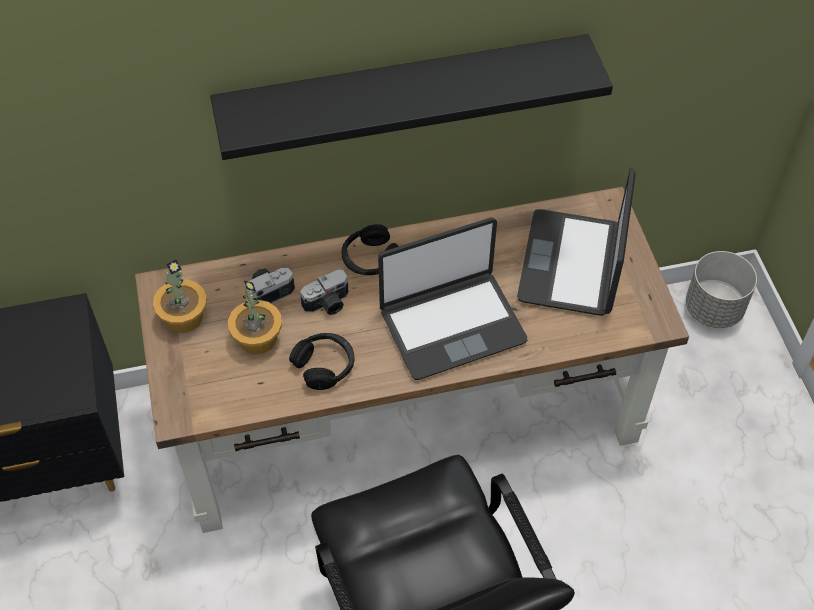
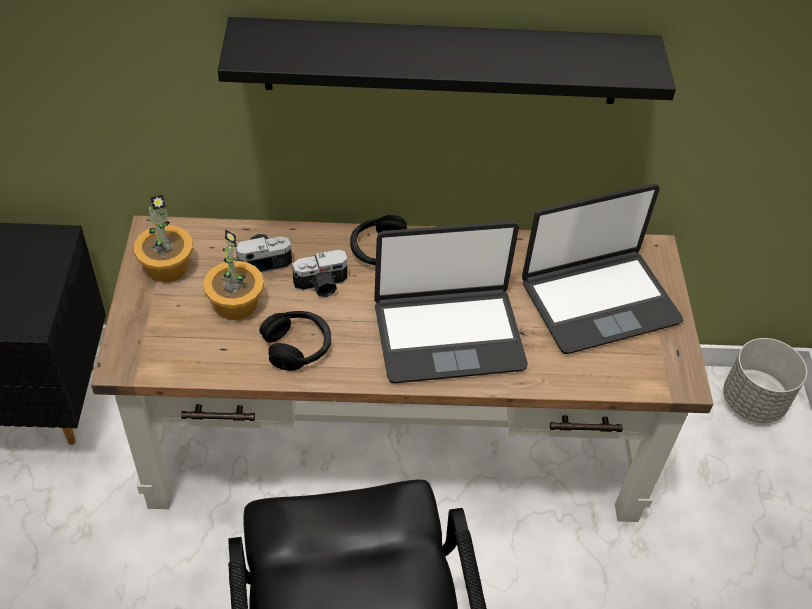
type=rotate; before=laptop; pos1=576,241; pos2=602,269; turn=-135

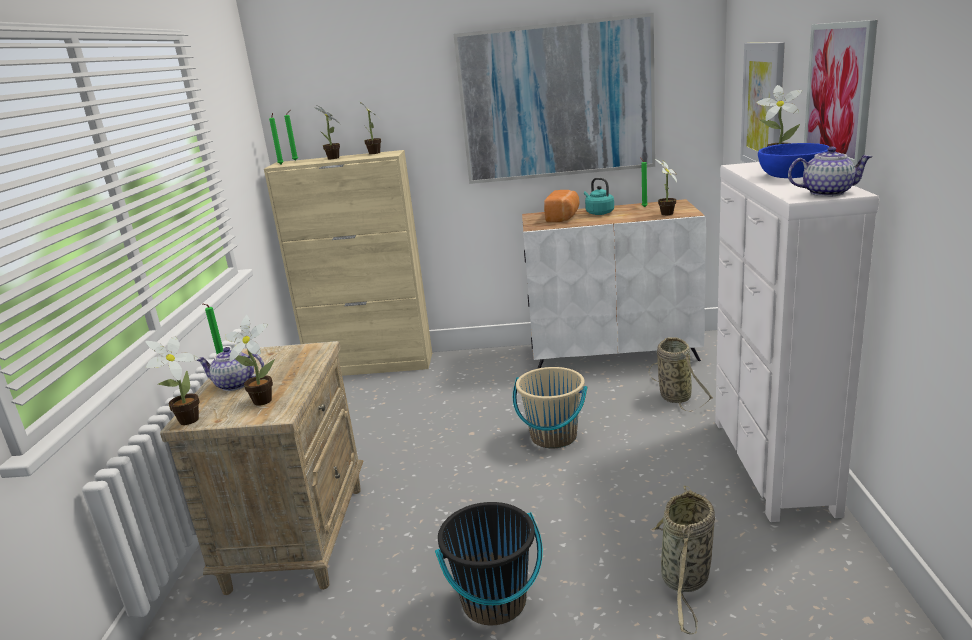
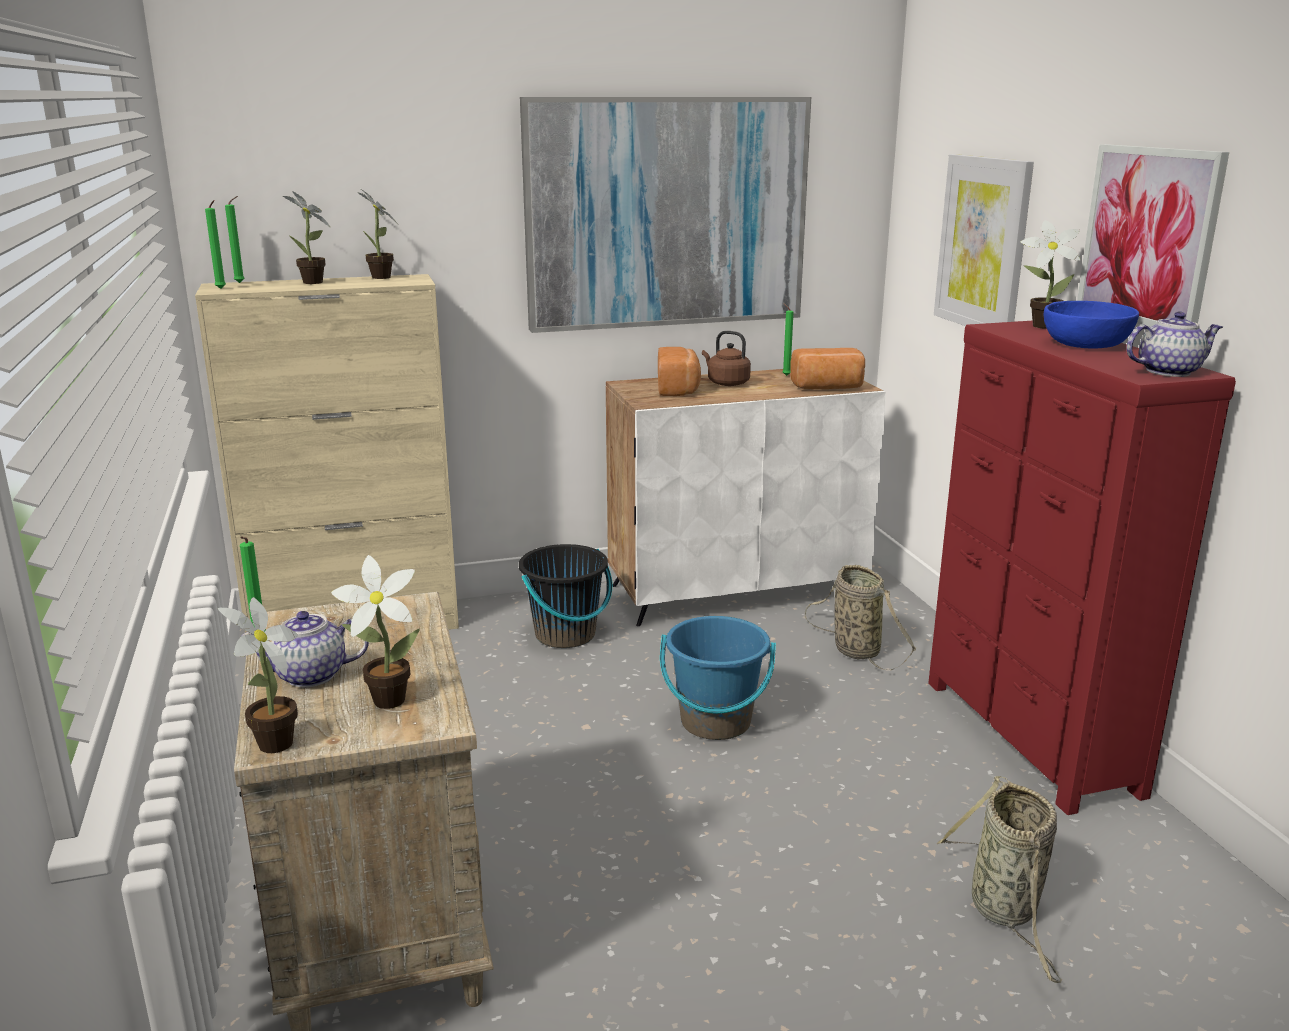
type=move; before=bucket (black); pos1=489,563; pos2=565,596
type=replace; before=potted plant; after=bread; pos1=666,187; pos2=827,368
type=recolor; before=bucket (beige); after=bucket (blue); pos1=550,407; pos2=718,678
type=recolor; before=kettle (turquoise); after=kettle (brown); pos1=599,196; pos2=726,358
type=recolor; before=dresser (white); after=dresser (red); pos1=797,342; pos2=1082,568

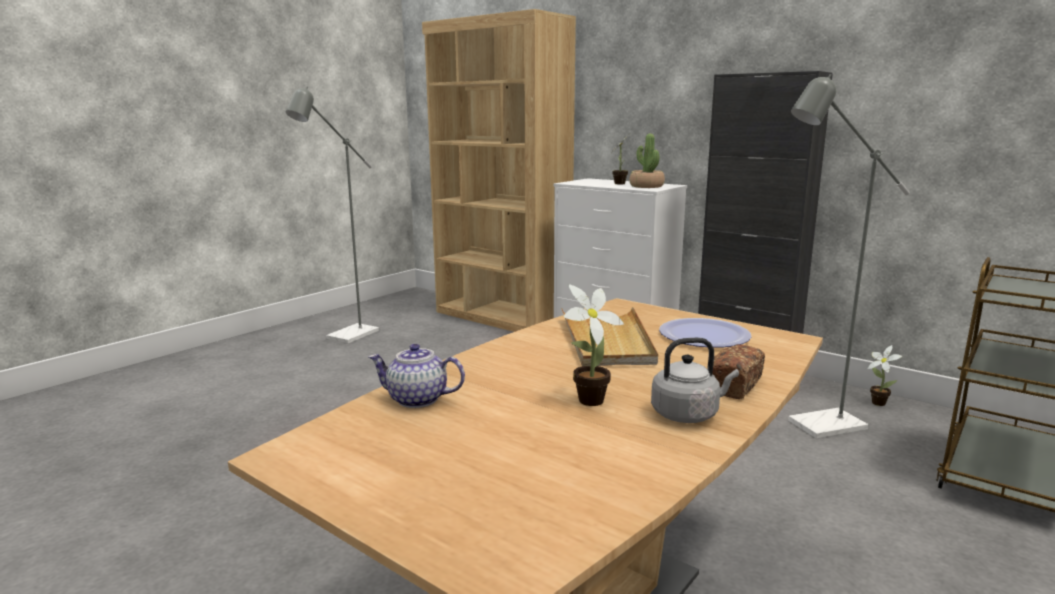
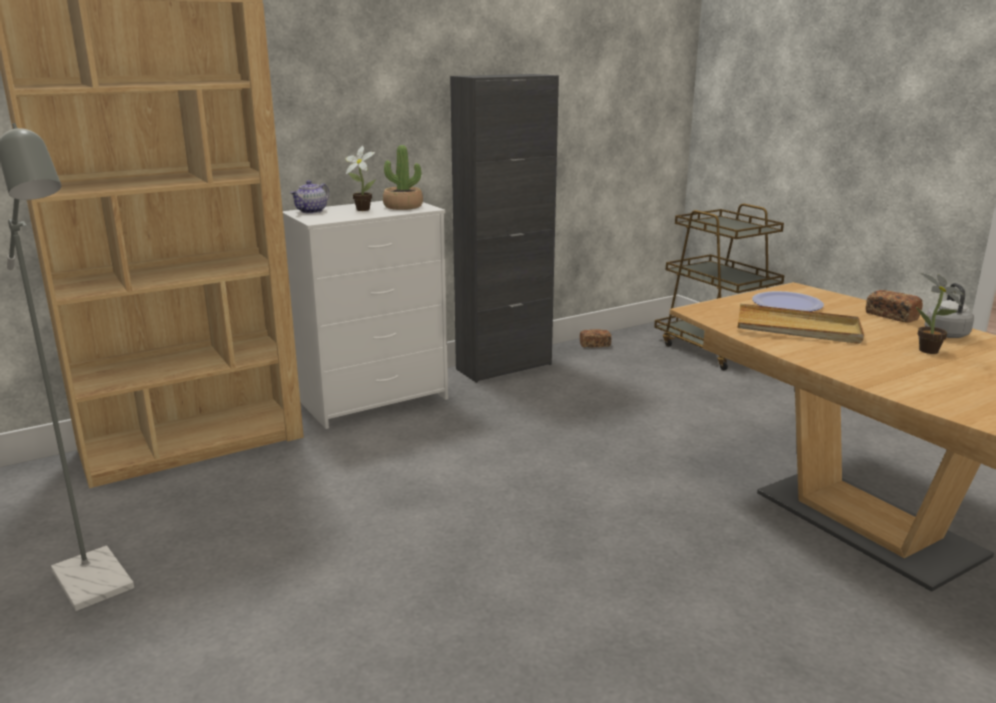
type=delete; before=floor lamp (grey); pos1=849,256
type=move; before=teapot; pos1=416,376; pos2=309,197
type=replace; before=potted plant; after=bread; pos1=884,375; pos2=595,338

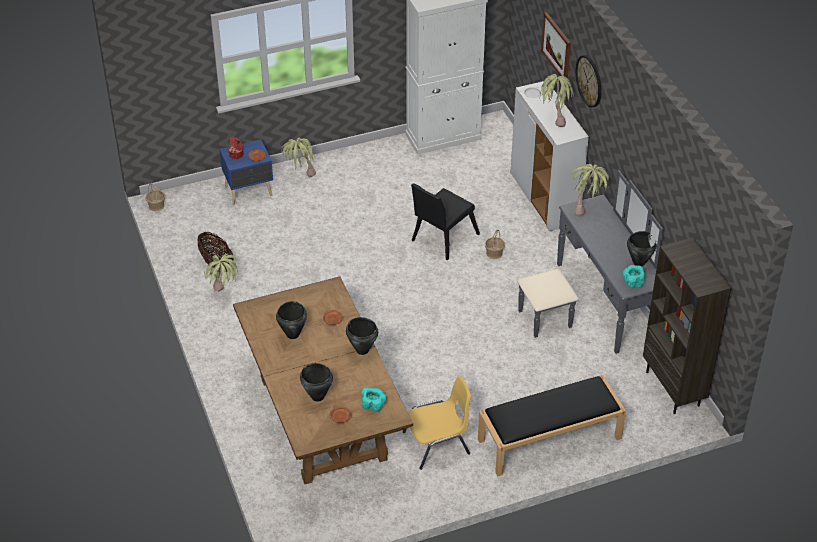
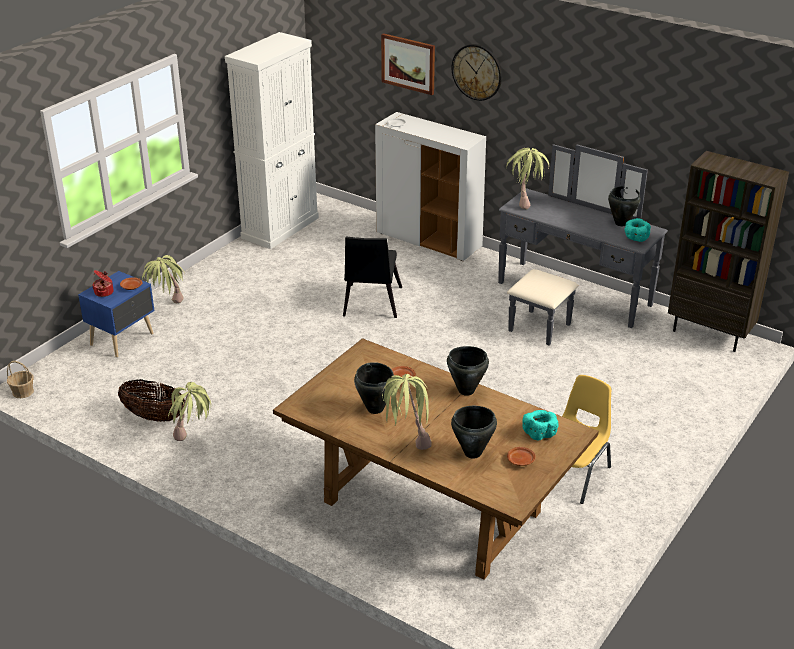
type=delete; before=bench (black); pos1=552,425
type=delete; before=basket; pos1=495,244
type=move; before=potted plant; pos1=557,100; pos2=407,412

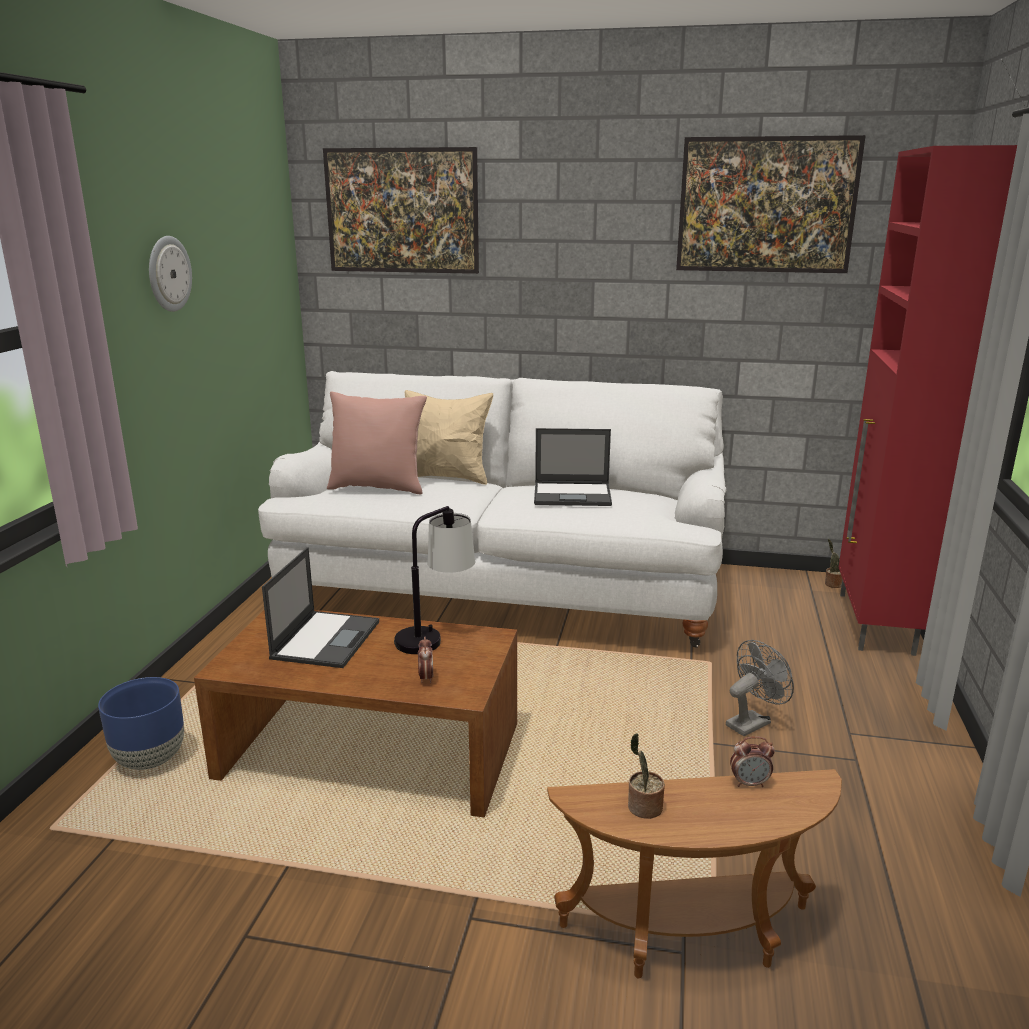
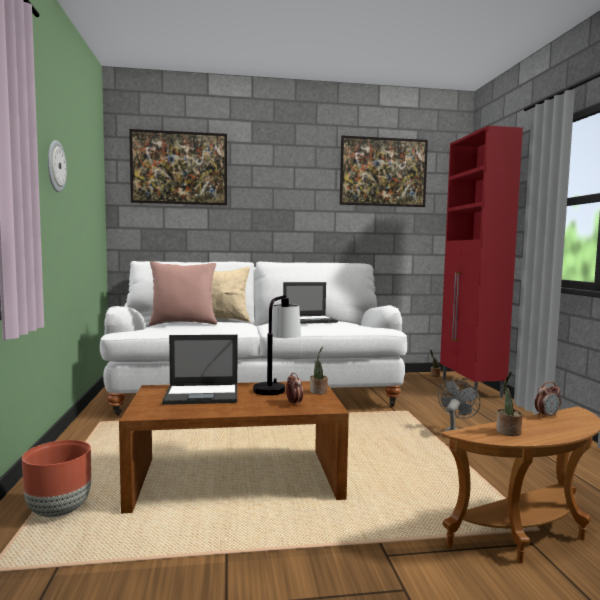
type=insert; after=potted plant; pos2=319,370
type=recolor; before=planter (blue); after=planter (brown); pos1=141,723; pos2=56,478
type=rotate; before=laptop; pos1=320,607; pos2=199,370; turn=90

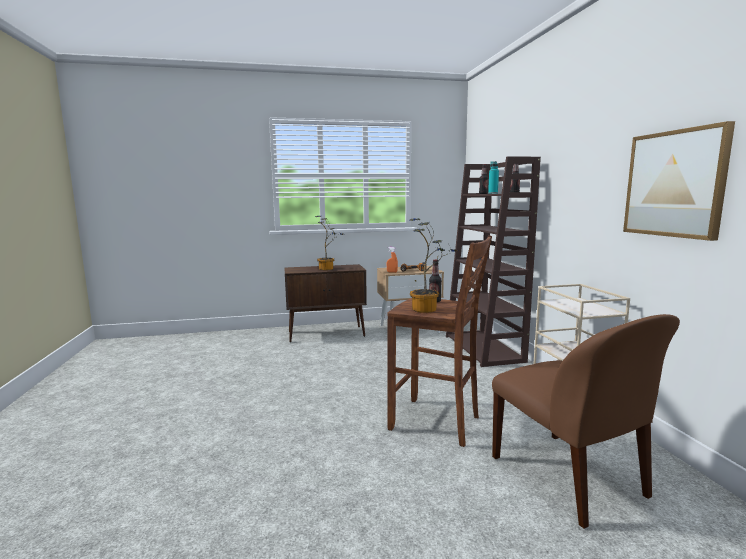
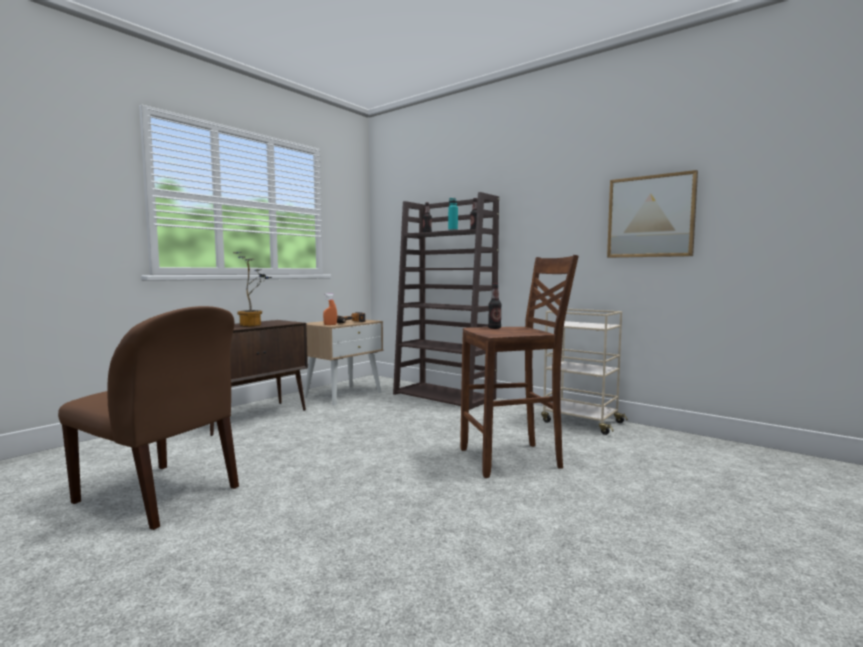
type=delete; before=potted plant; pos1=434,265
type=move; before=chair (brown); pos1=586,421; pos2=148,418

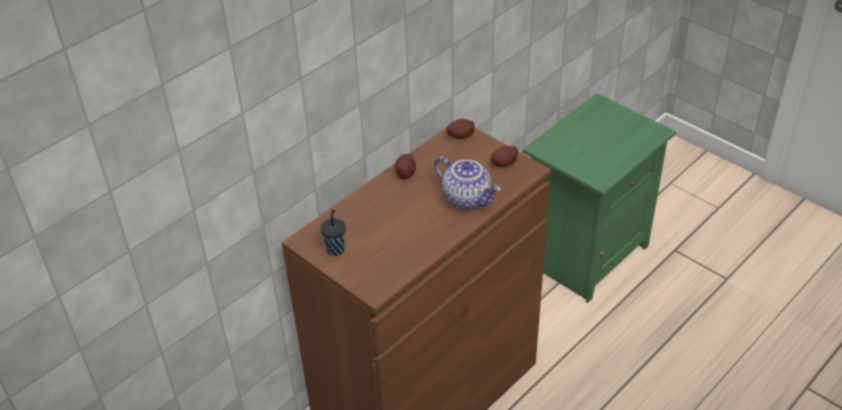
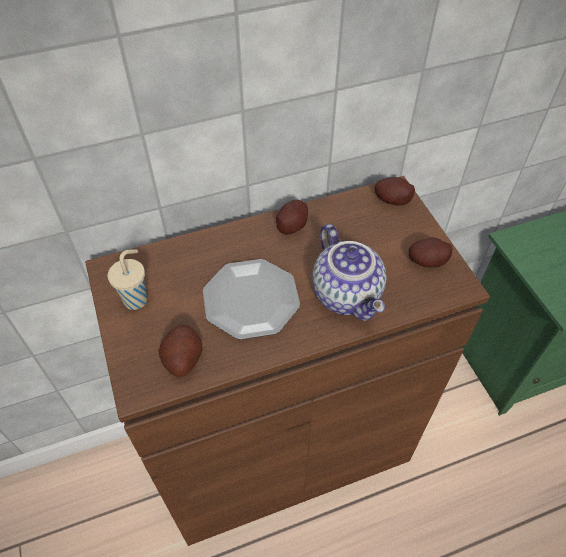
type=insert; after=potato; pos2=180,351
type=insert; after=plate; pos2=251,299
type=recolor; before=cup (black); after=cup (beige); pos1=333,233; pos2=127,279

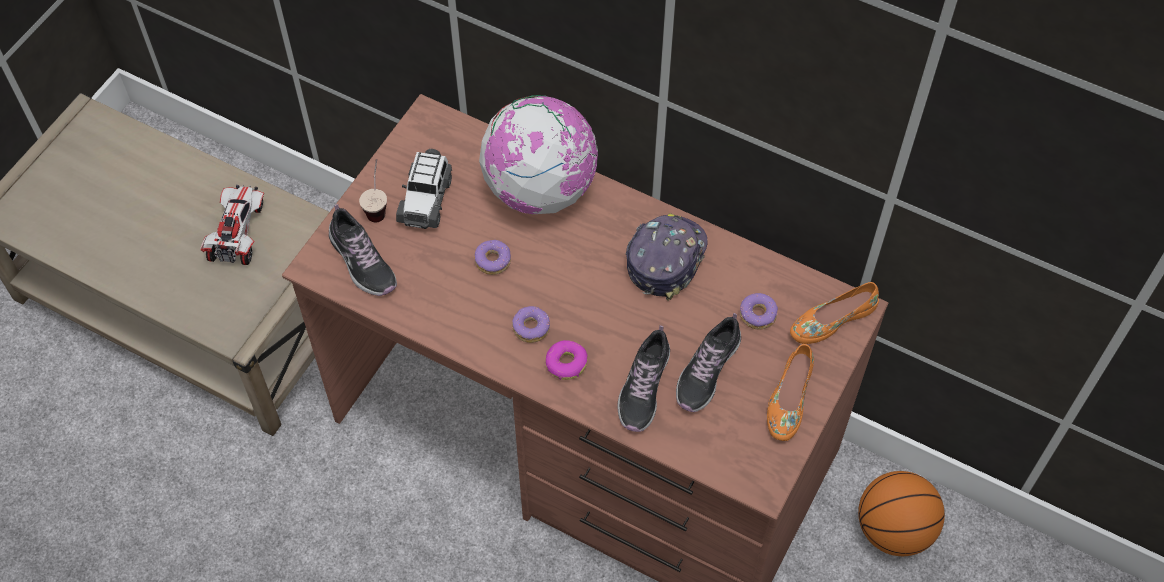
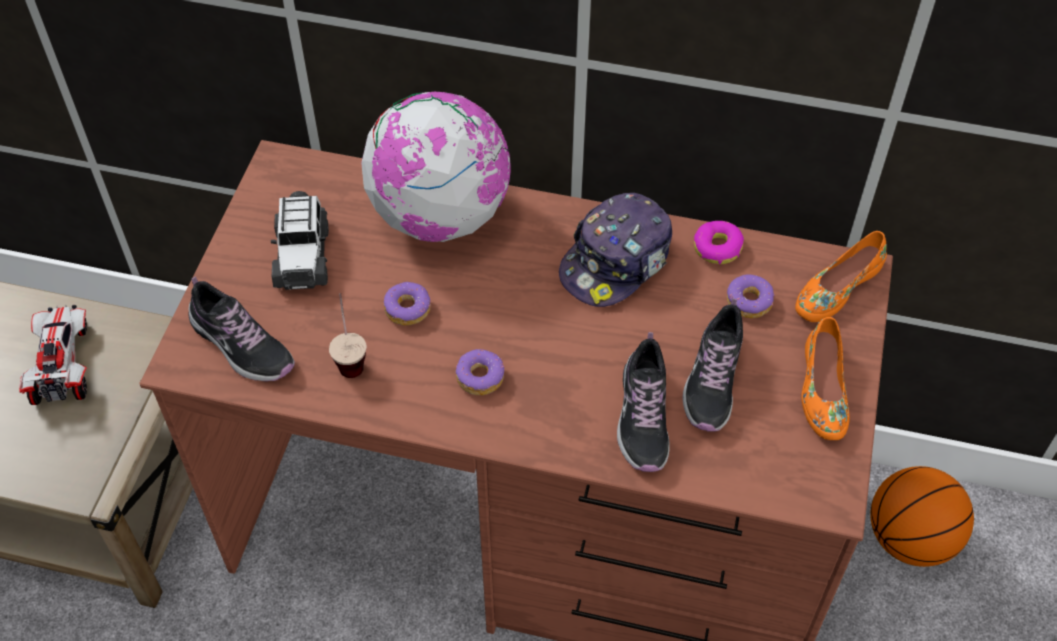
type=move; before=cup; pos1=373,190; pos2=347,335
type=move; before=donut; pos1=566,360; pos2=719,242
type=rotate; before=cap; pos1=667,257; pos2=615,250; turn=-150

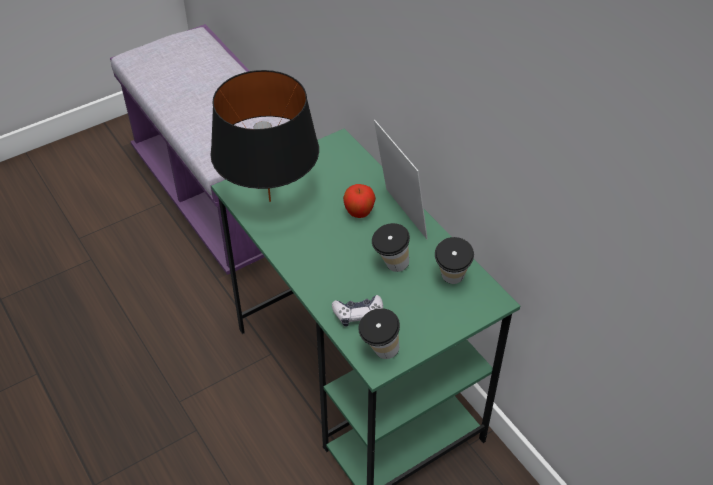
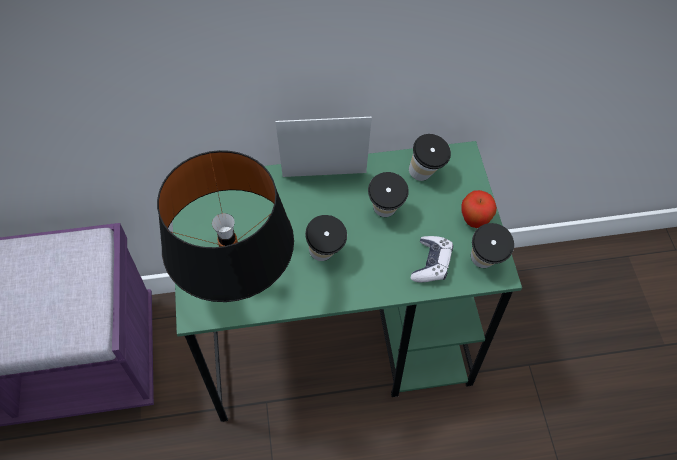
type=insert; after=cup; pos2=326,238
type=move; before=apple; pos1=359,201; pos2=479,209

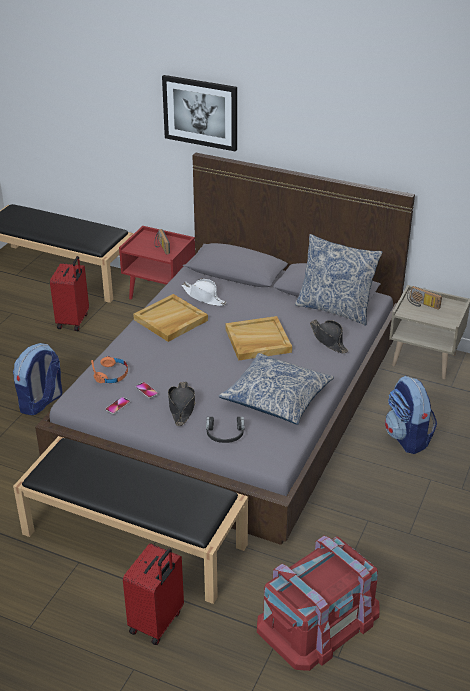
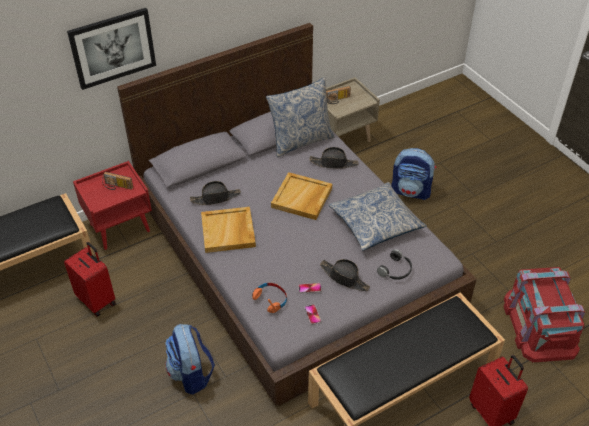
type=recolor; before=hat (white); after=hat (black); pos1=204,292; pos2=215,193

